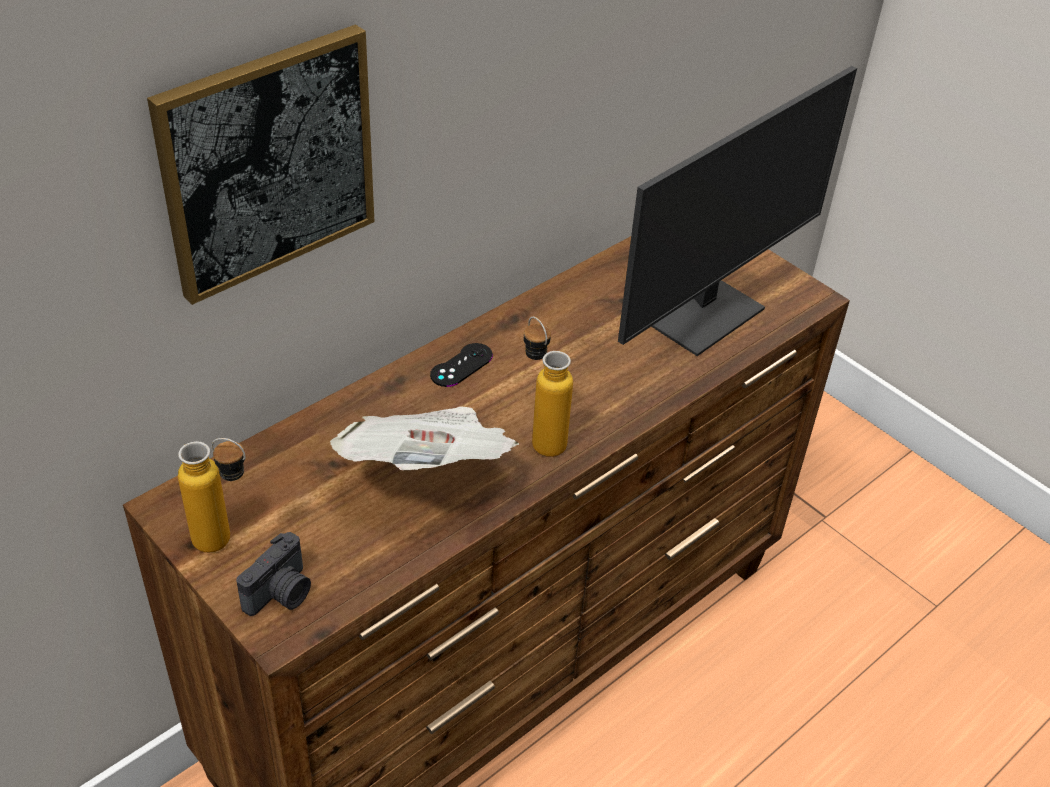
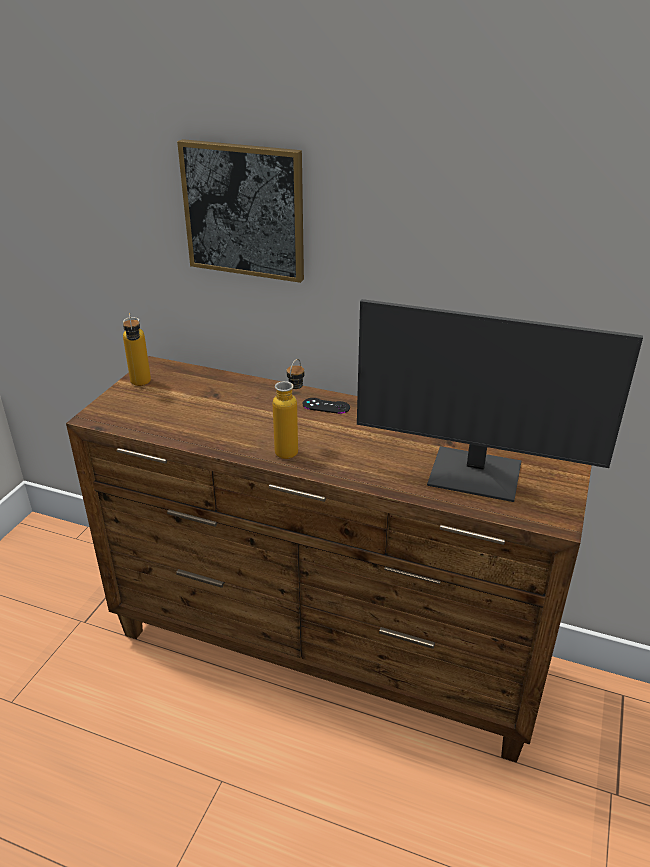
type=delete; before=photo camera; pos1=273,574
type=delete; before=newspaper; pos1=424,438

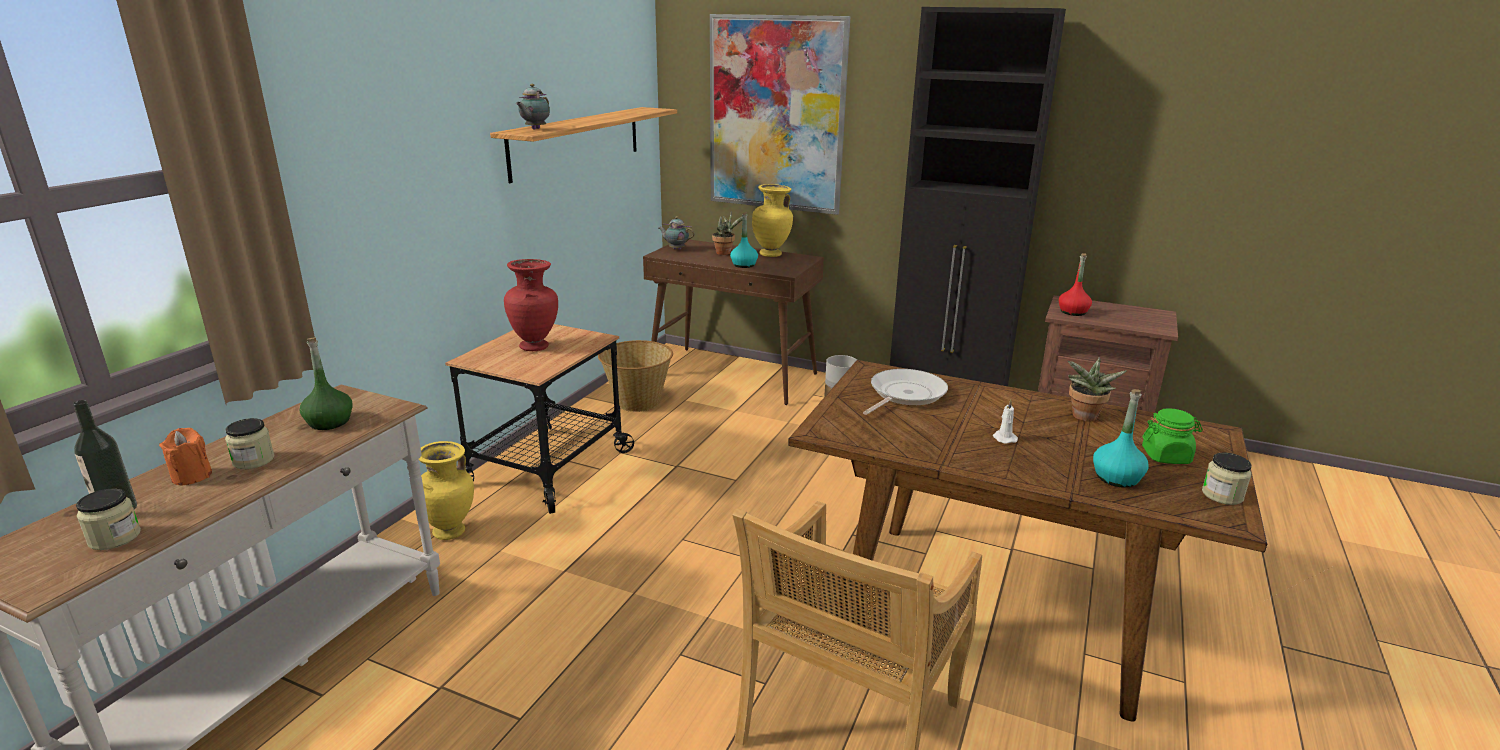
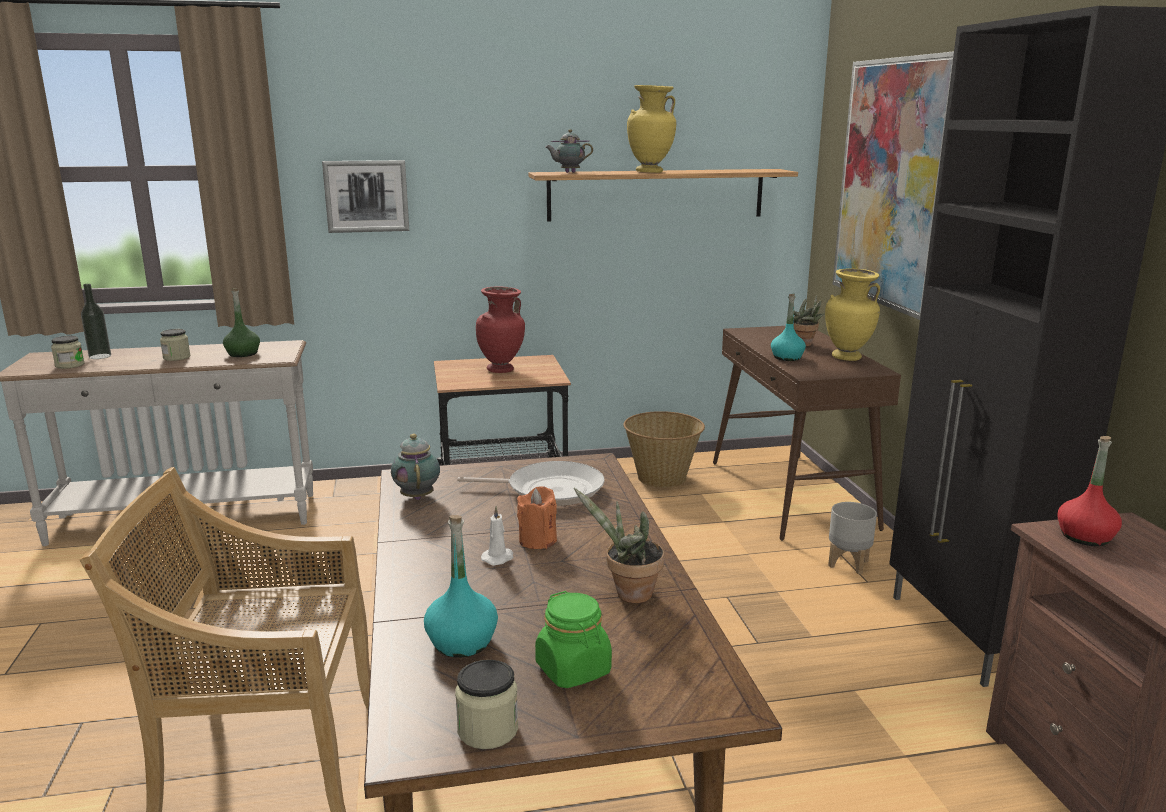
type=insert; after=picture; pos2=365,196
type=move; before=candle (orange); pos1=185,457; pos2=537,517
type=move; before=vase (yellow); pos1=446,490; pos2=651,129
type=move; before=teapot; pos1=676,233; pos2=415,467

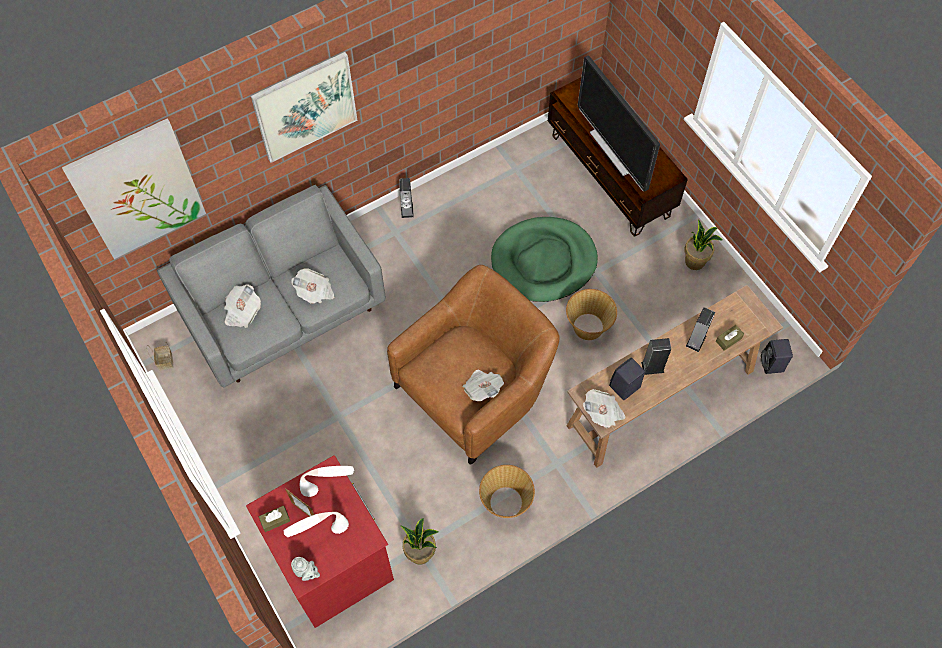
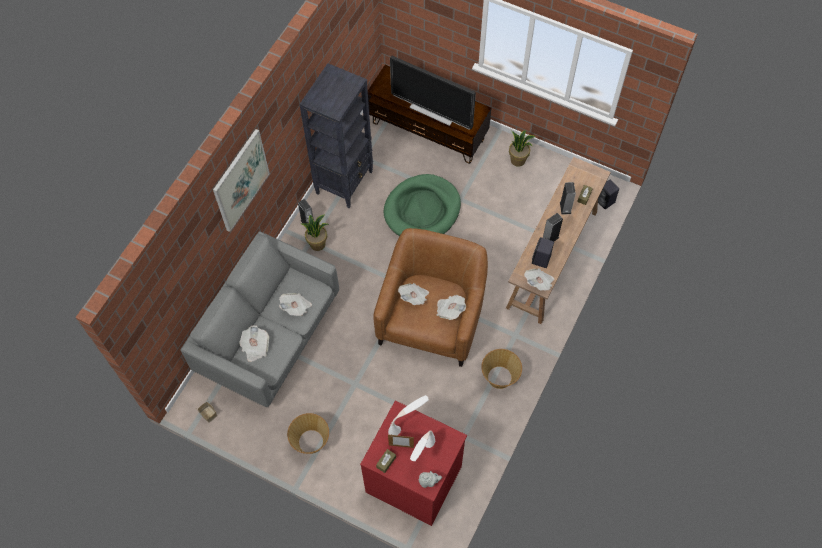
type=delete; before=picture; pos1=134,188
type=insert; after=bookcase (black); pos2=336,135
type=insert; after=newspaper; pos2=413,294
type=move; before=potted plant; pos1=420,541; pos2=315,233
type=move; before=basket; pos1=591,314; pos2=308,433

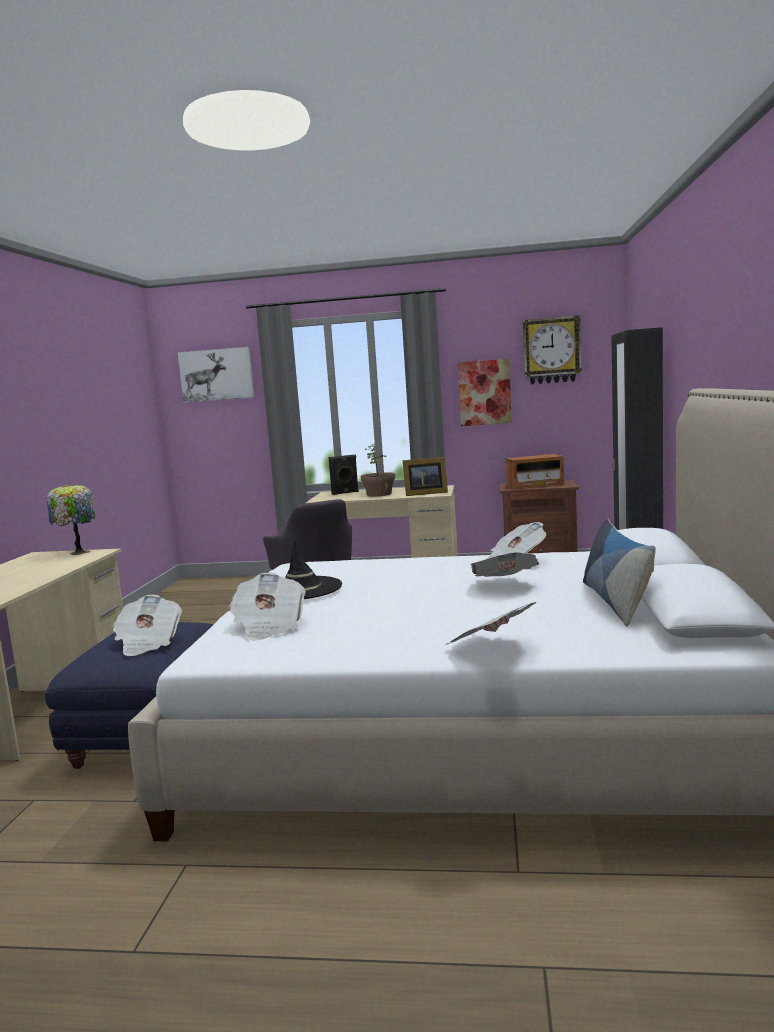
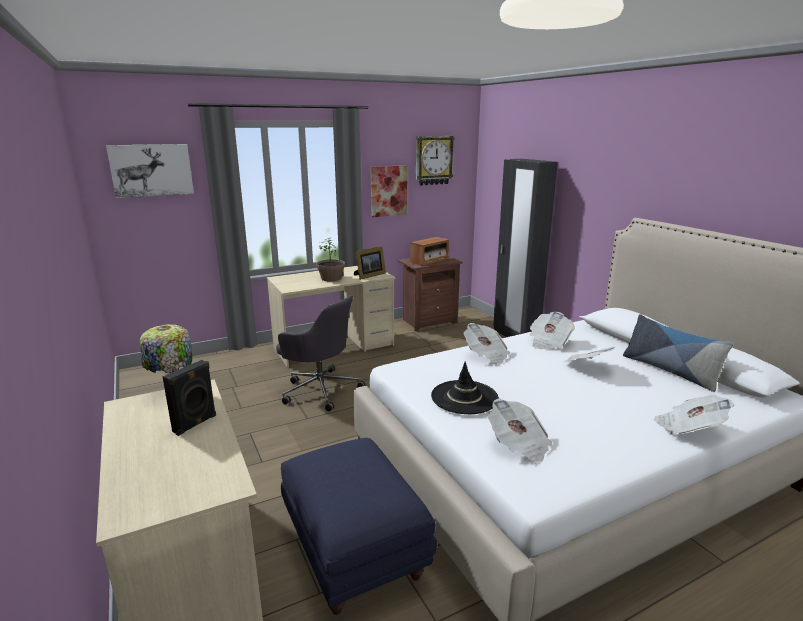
type=move; before=newspaper; pos1=147,625; pos2=487,344
type=move; before=speaker (black); pos1=344,475; pos2=189,398

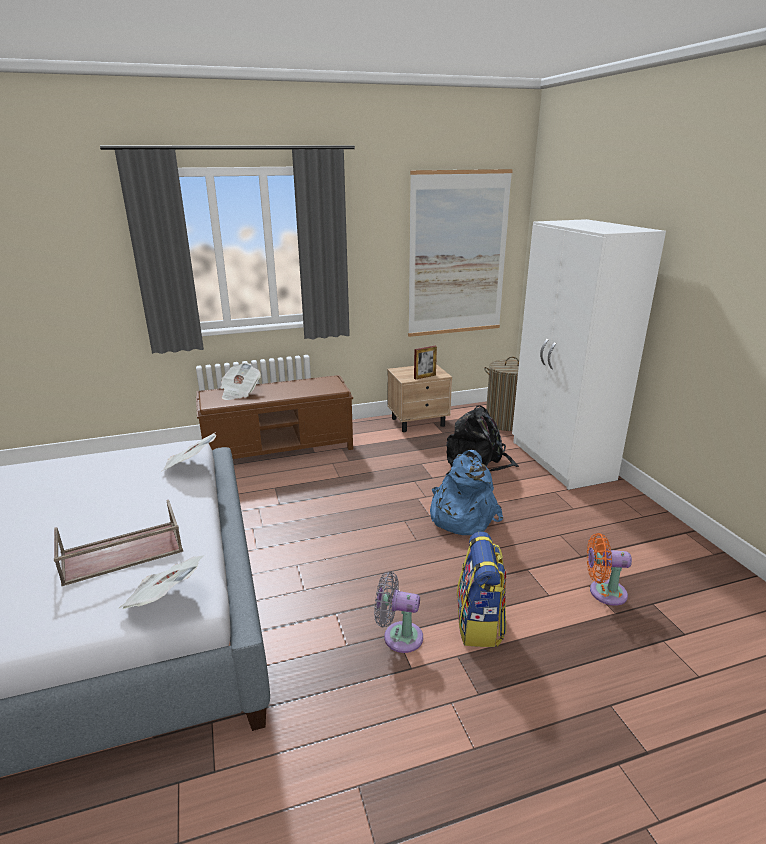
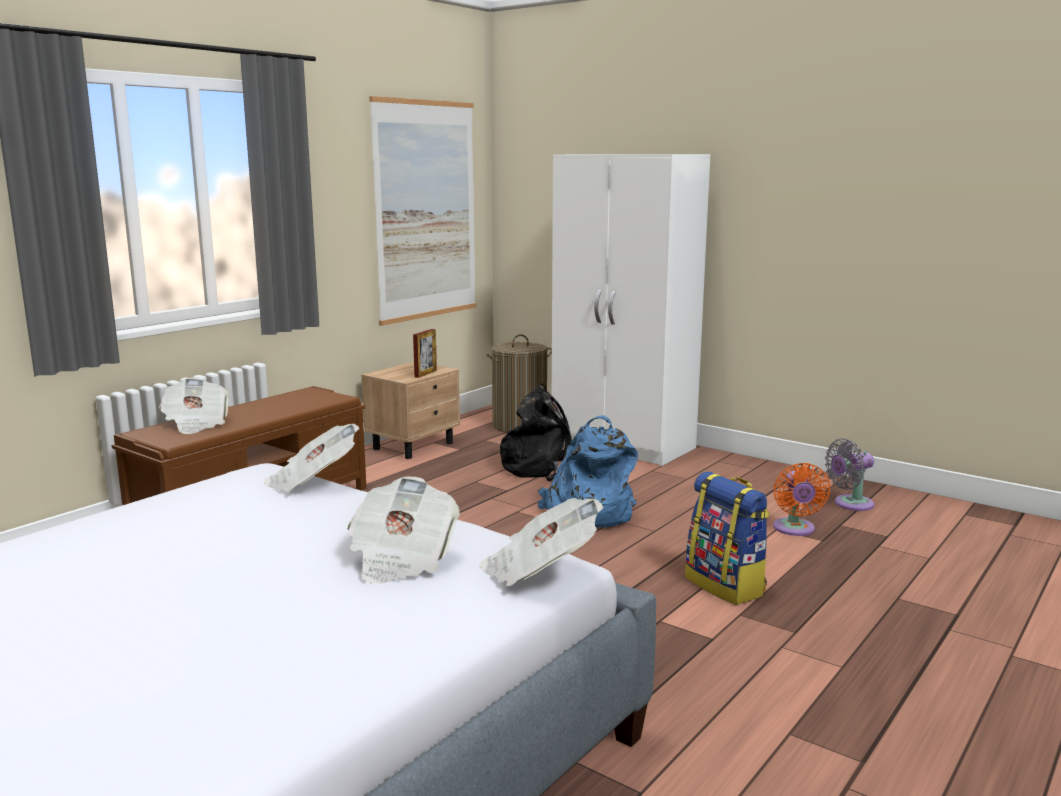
type=move; before=fan (grey); pos1=398,612; pos2=849,474
type=replace; before=tray (brown); after=newspaper; pos1=118,543; pos2=403,530
type=rotate; before=fan (orange); pos1=609,569; pos2=801,499; turn=-60

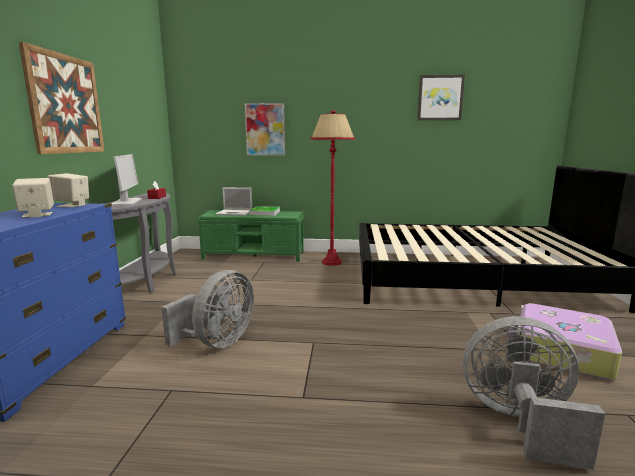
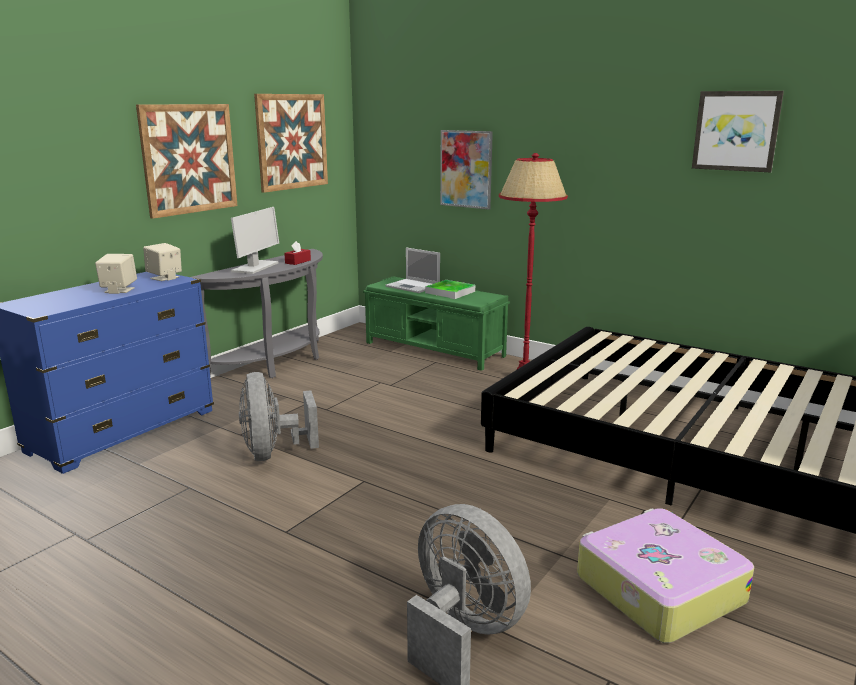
type=insert; after=picture; pos2=291,143
type=rotate; before=fan (grey); pos1=207,309; pos2=279,416; turn=105

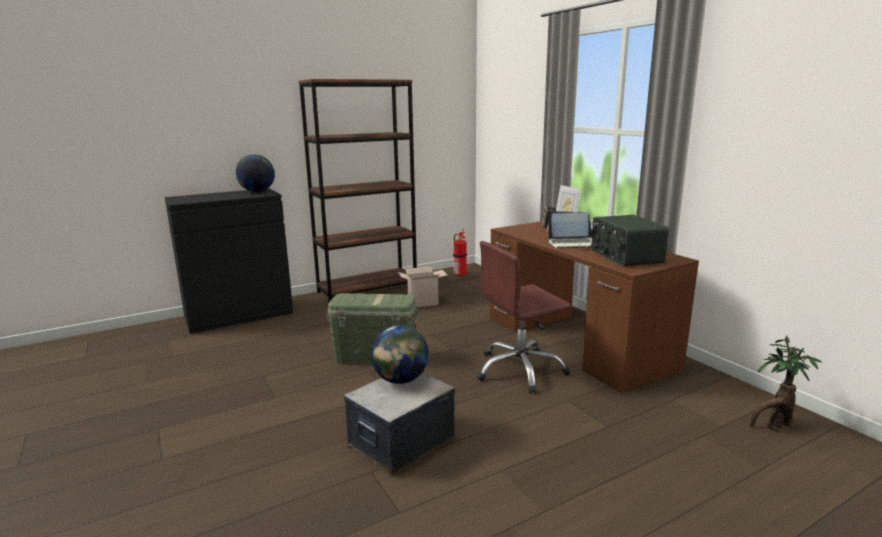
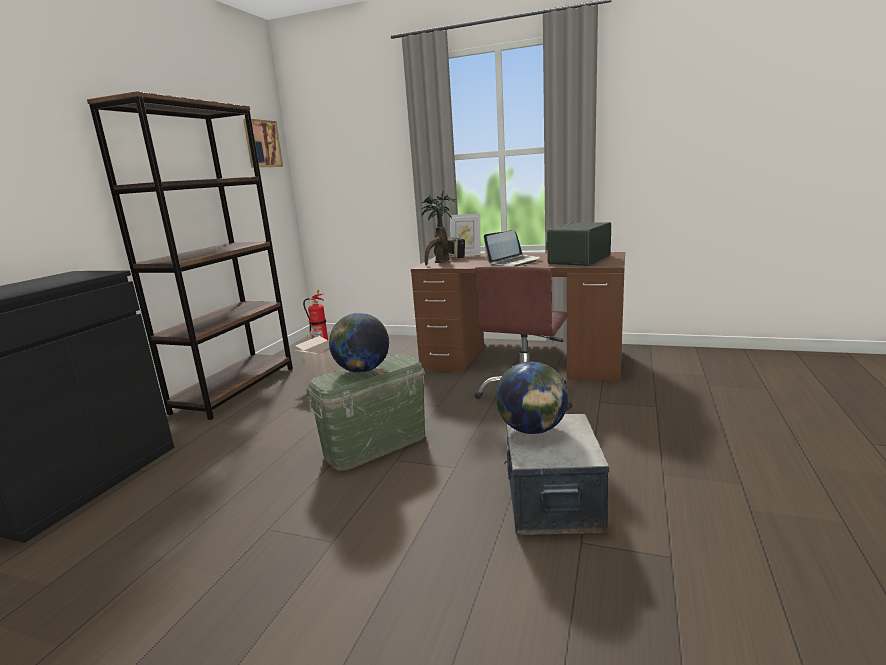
type=insert; after=picture; pos2=263,143
type=move; before=globe; pos1=255,173; pos2=359,343
type=move; before=potted plant; pos1=786,384; pos2=438,228
type=rotate; before=radio; pos1=630,240; pos2=578,244; turn=90

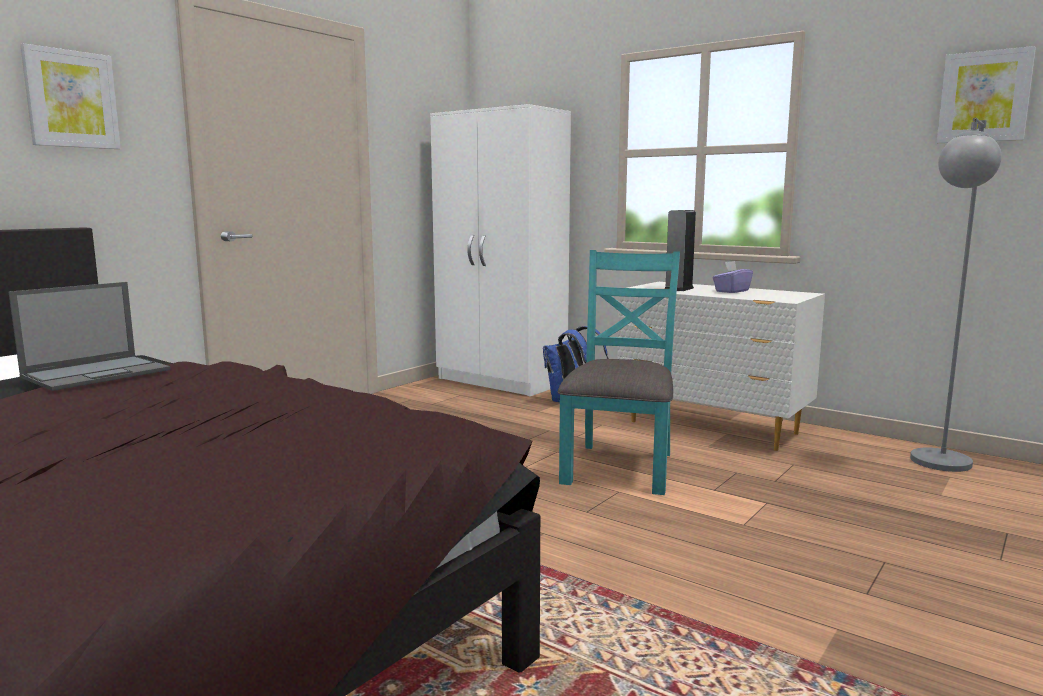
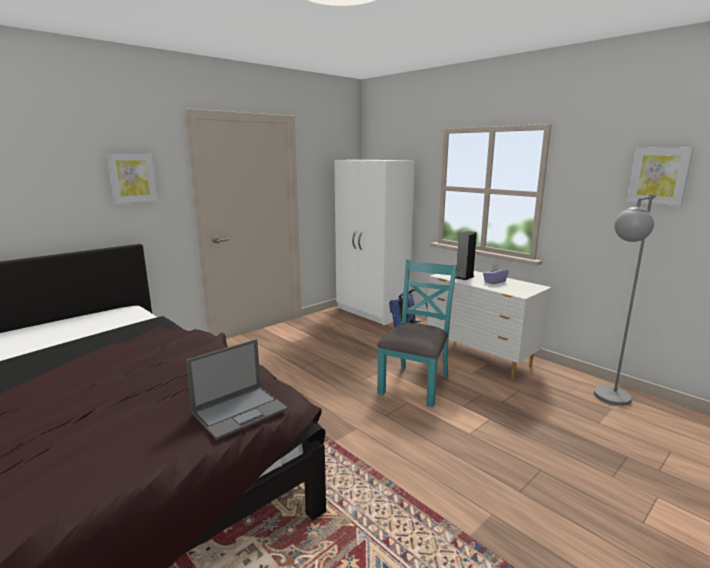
type=move; before=laptop; pos1=89,336; pos2=237,389

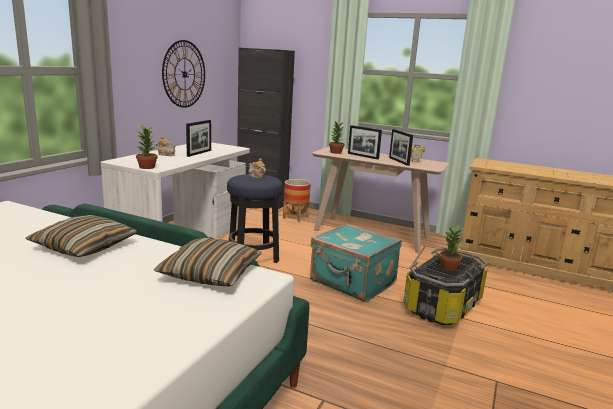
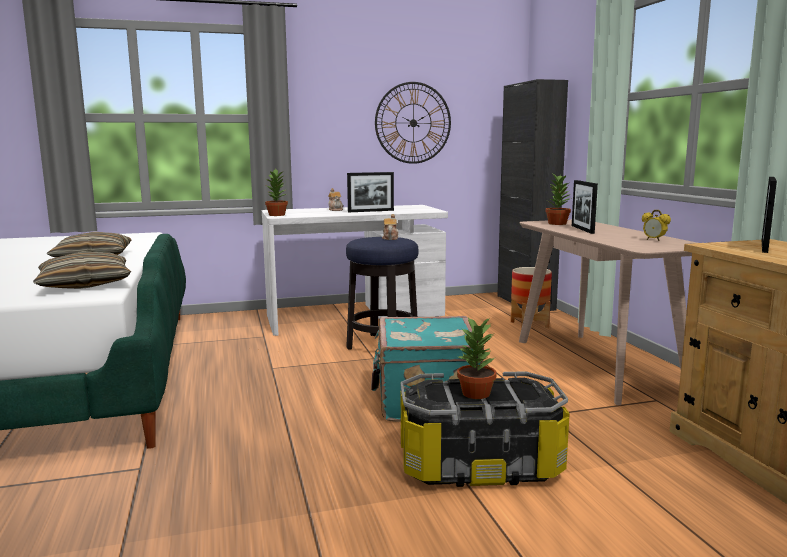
type=move; before=picture frame; pos1=401,147; pos2=769,215

